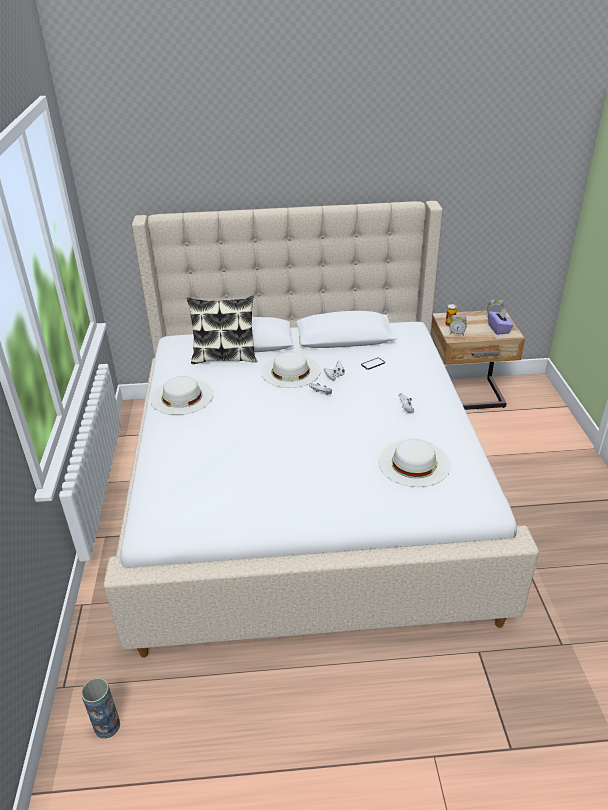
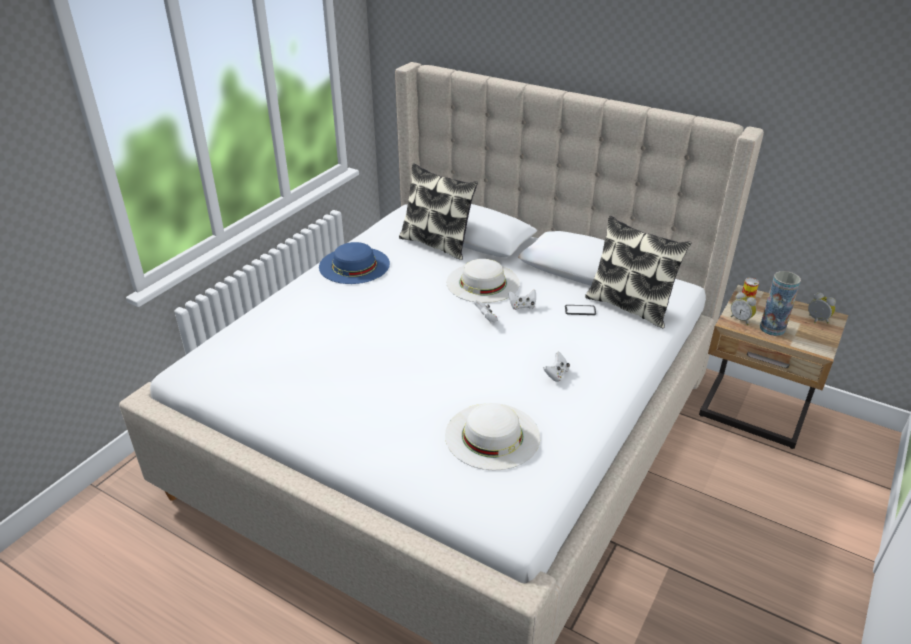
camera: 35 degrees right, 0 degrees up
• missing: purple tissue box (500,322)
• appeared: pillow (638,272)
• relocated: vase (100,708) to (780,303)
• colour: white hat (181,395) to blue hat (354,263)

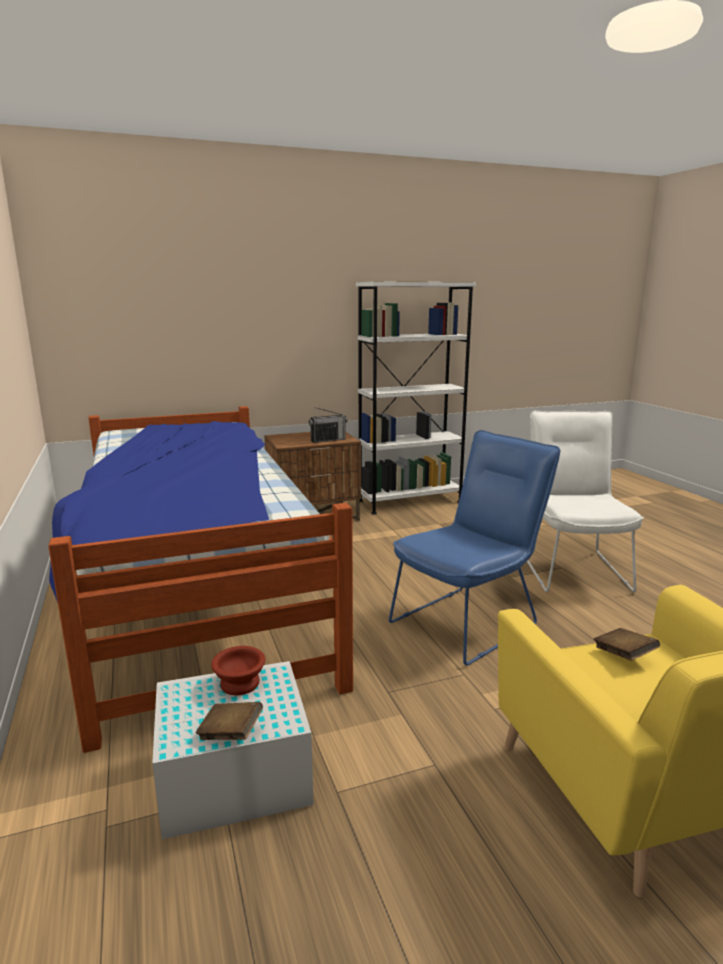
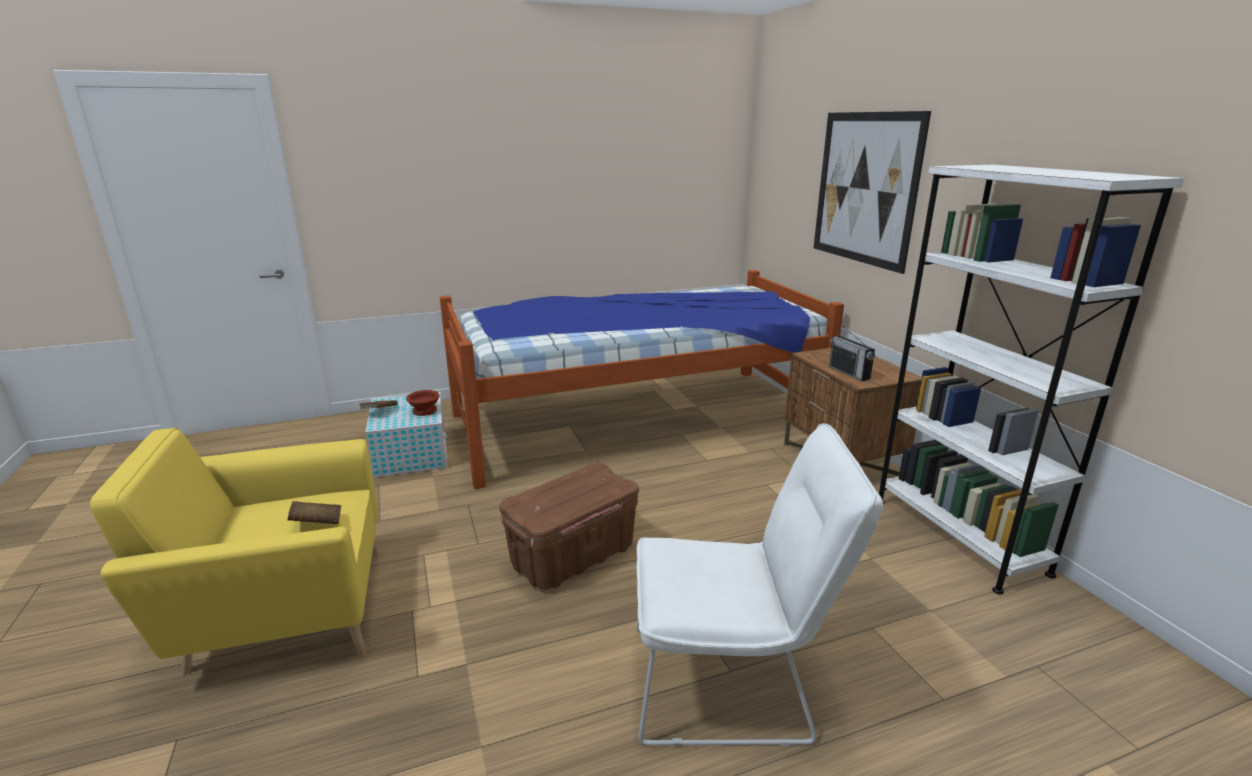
camera: 90 degrees right, 5 degrees up
• appeared: picture (872,192)
• exchanged: blue chair (475,548) to brown storage box (569,526)

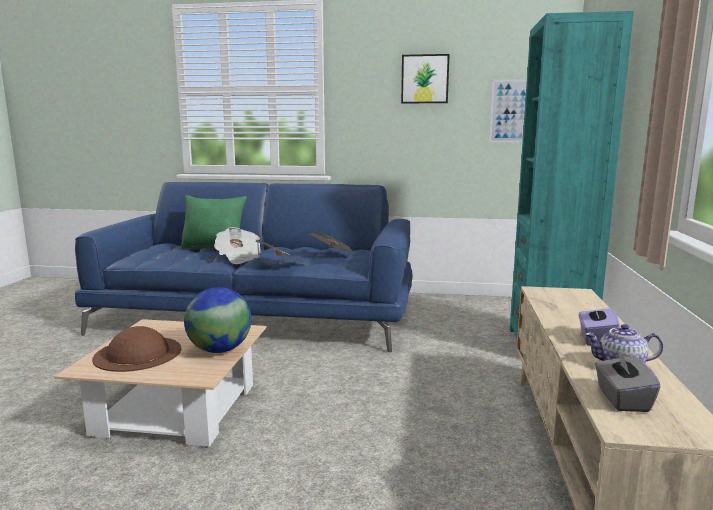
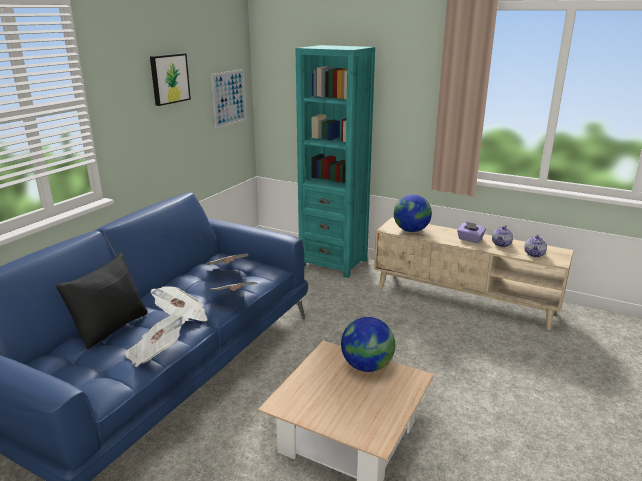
camera: 70 degrees left, 10 degrees up
• missing: brown hat (136,349)
• appeared: newspaper (155,340)
• appeared: globe (413,213)
• exchanged: grey tissue box (628,380) to teapot (535,245)
• colour: green pillow (214,222) to black pillow (102,301)

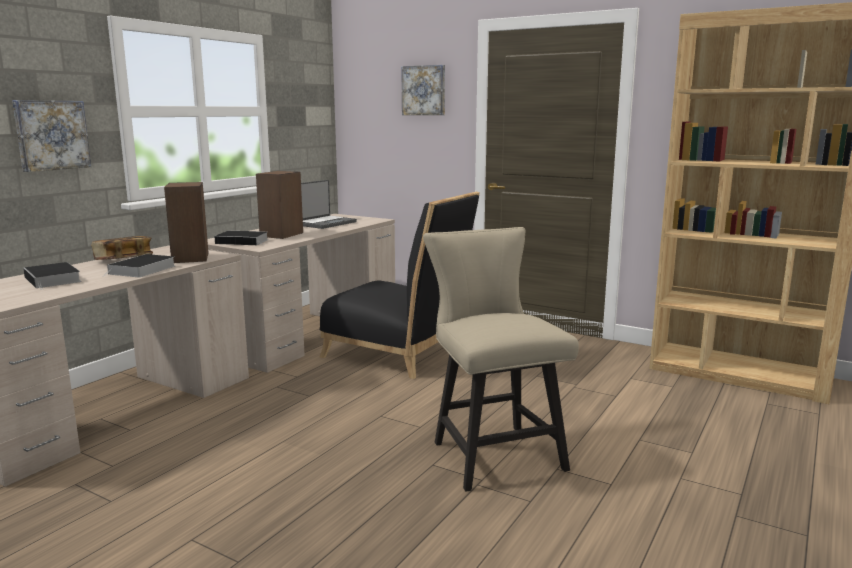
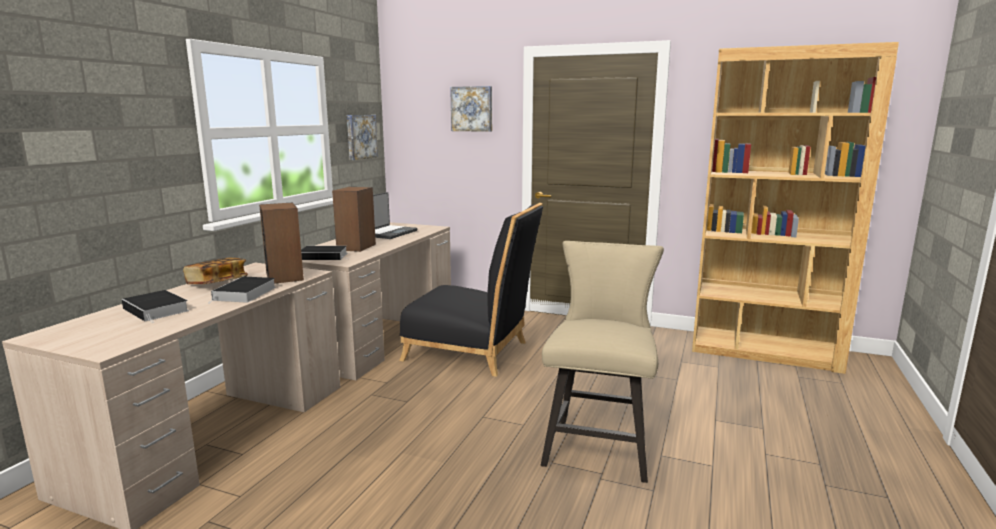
camera: 10 degrees left, 0 degrees up
• relocated: picture (51,136) to (362,137)
• spun: beige chair (501,359) = (602,362) 45 degrees clockwise

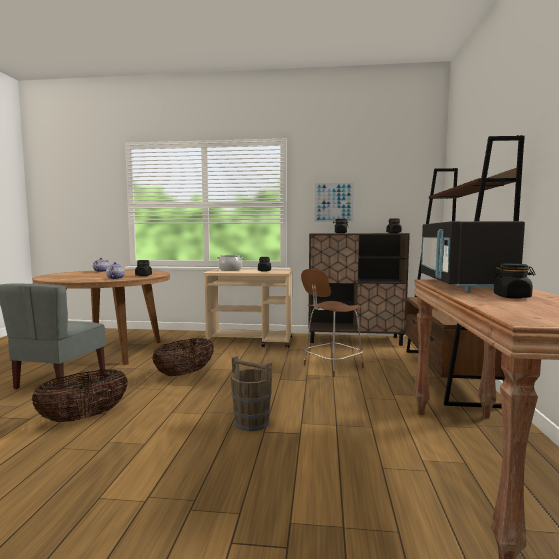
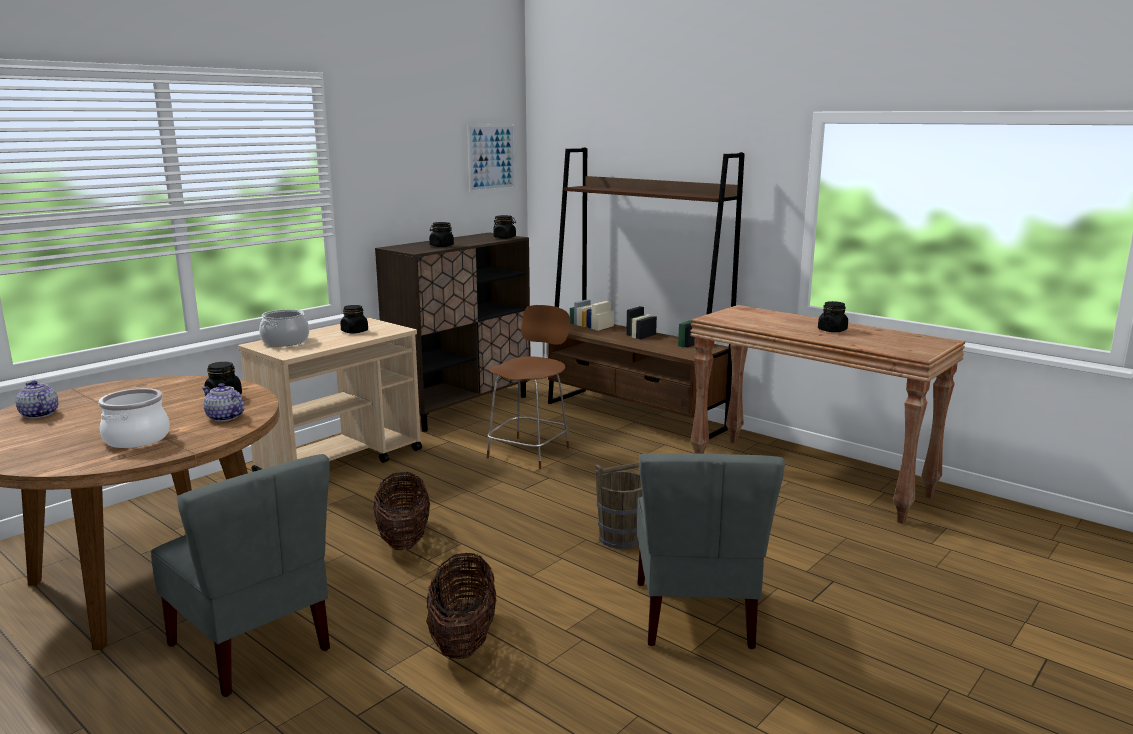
camera: 55 degrees left, 10 degrees up
• missing: black microwave (473,256)
• appeared: cooking pot (134,418)
• appeared: grey chair (711,551)
• relocated: picture (334,202) to (491,158)
• spun: brown chair (332,323) = (528,387) 150 degrees counterclockwise

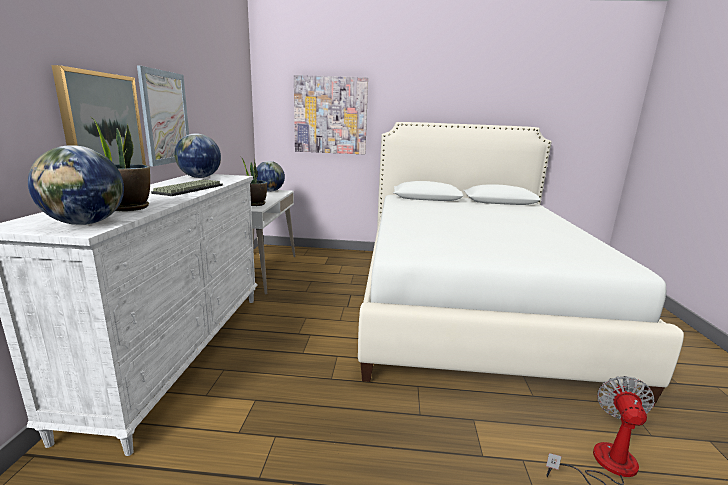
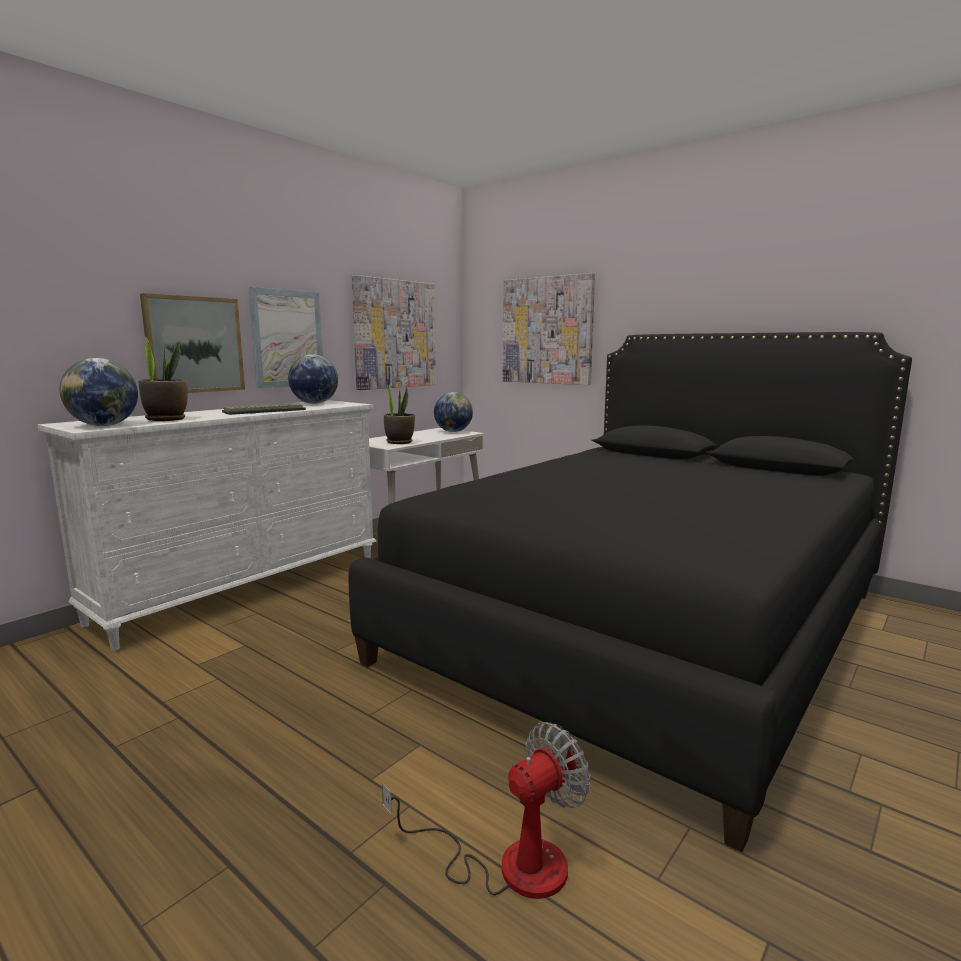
camera: 35 degrees right, 5 degrees down
• appeared: picture (394,332)
• colour: white bed (521,264) to black bed (630,592)

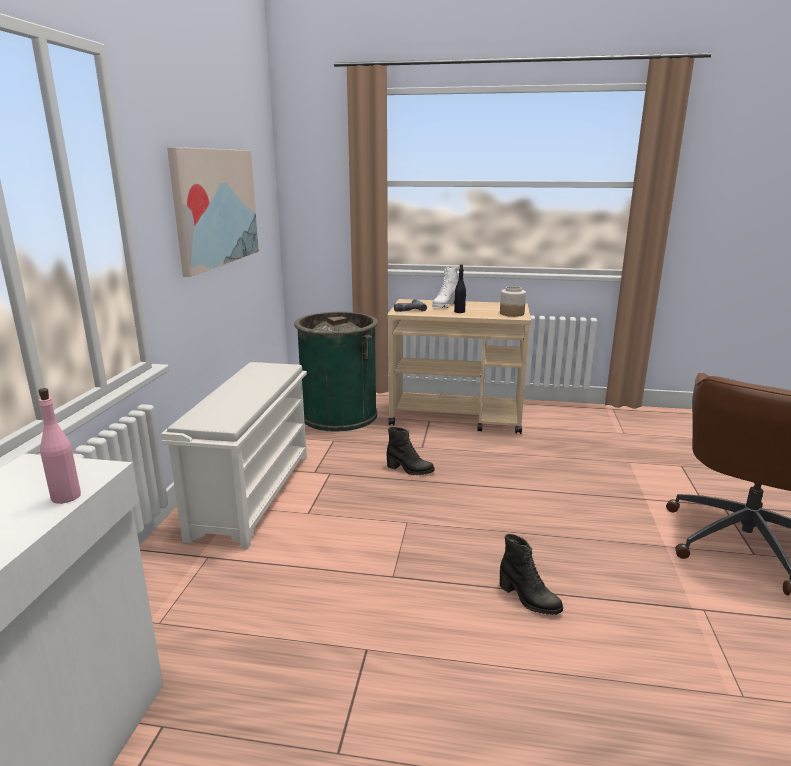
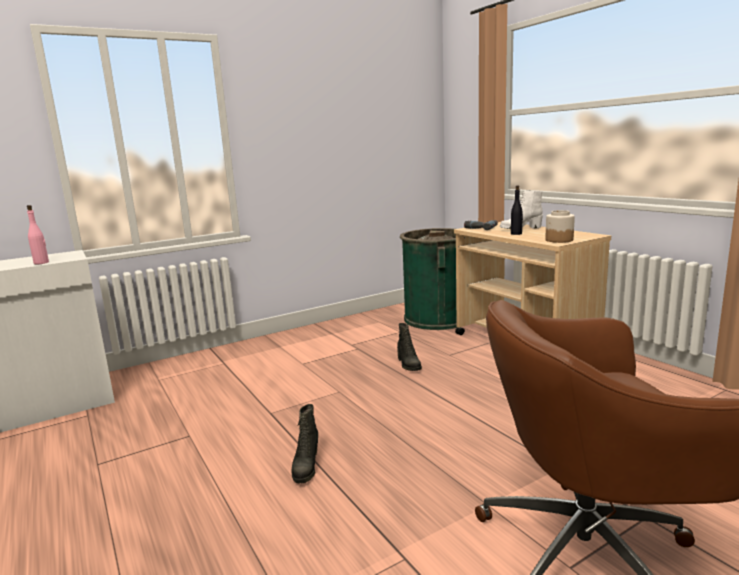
camera: 50 degrees right, 5 degrees down
• missing: white shoe rack (234,456)
• missing: picture (213,212)

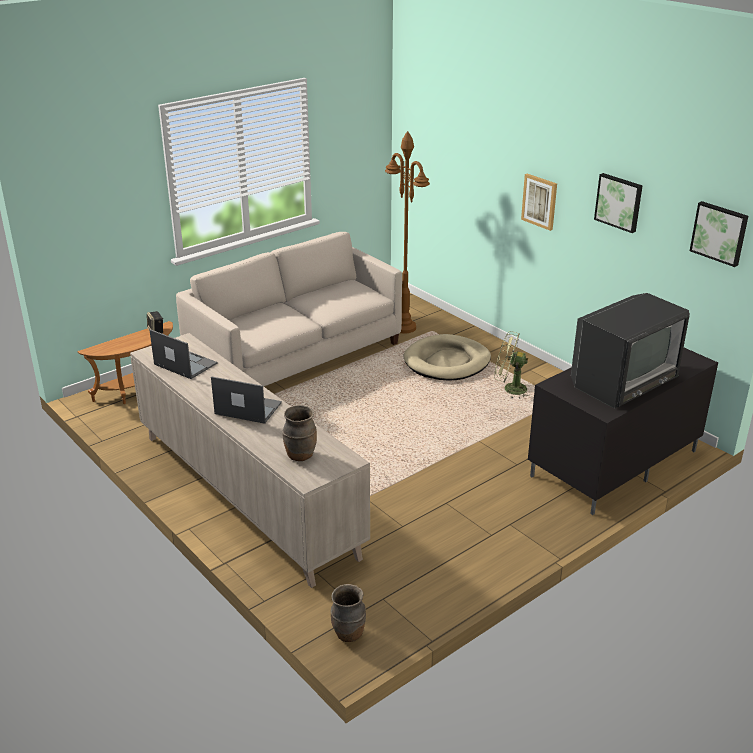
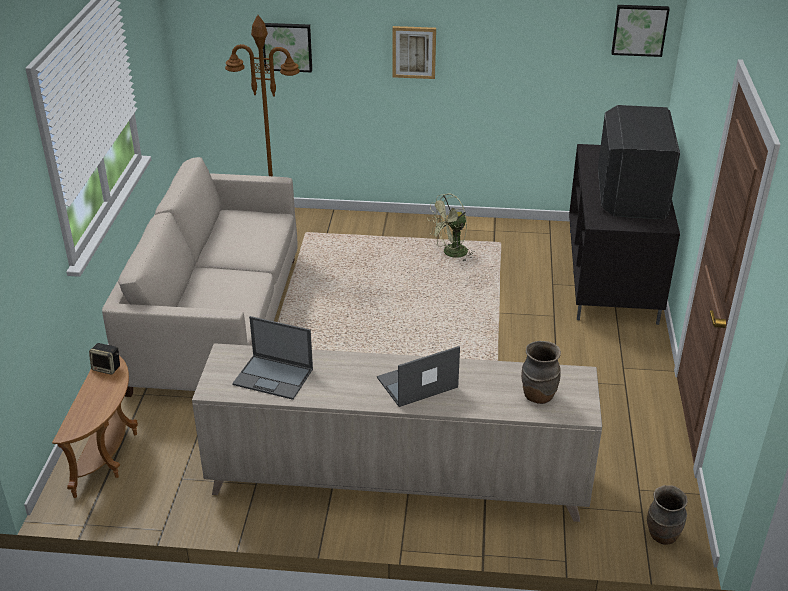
camera: 45 degrees left, 5 degrees up
• missing: beige dog bed (447,357)
• relocated: picture (618,203) to (287,47)
• spun: laptop (183,354) = (272,358) 150 degrees counterclockwise

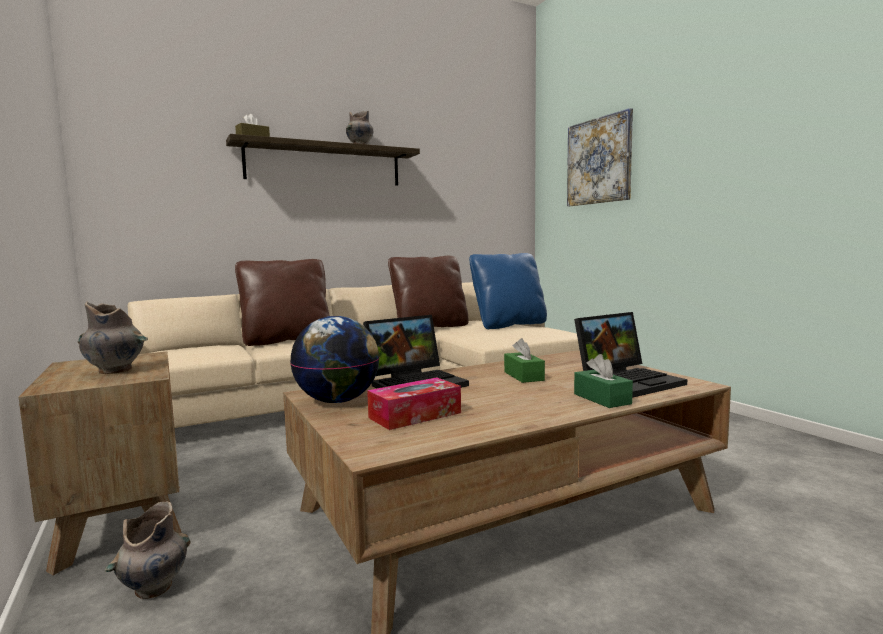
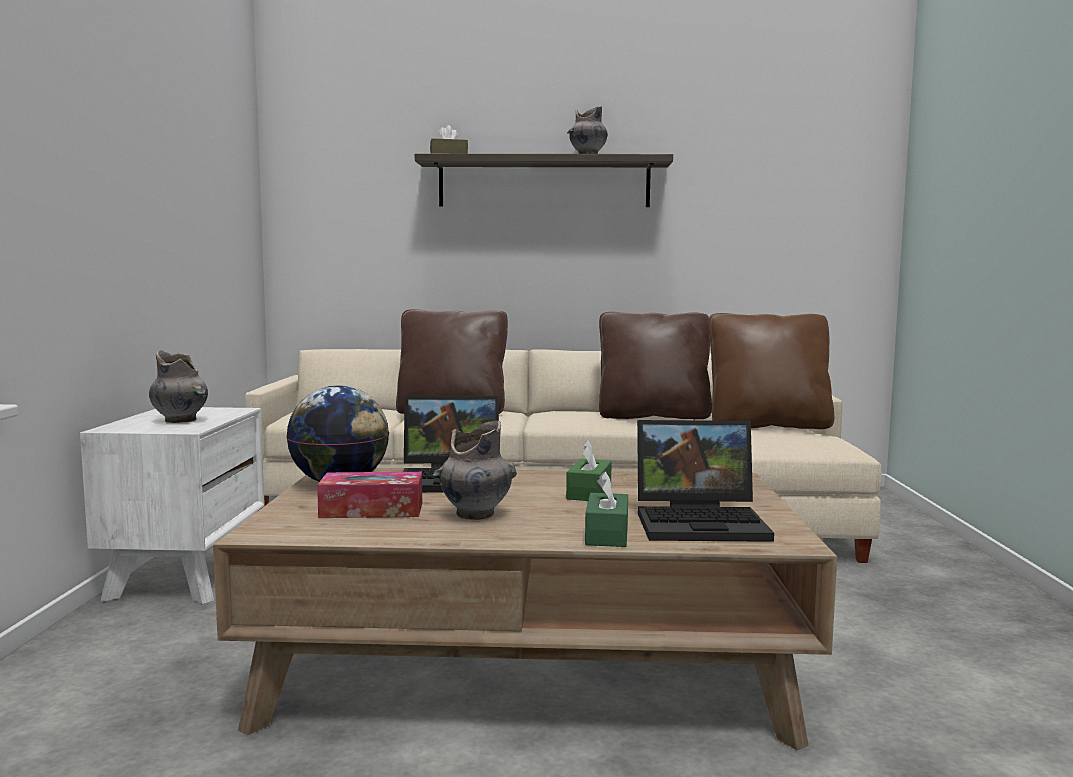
camera: 30 degrees right, 0 degrees up
• missing: picture (600,157)
• relocated: grey vase (148,550) to (474,470)
• colour: brown nightstand (100,463) to white nightstand (172,505)
• colour: blue pillow (508,291) to brown pillow (771,371)

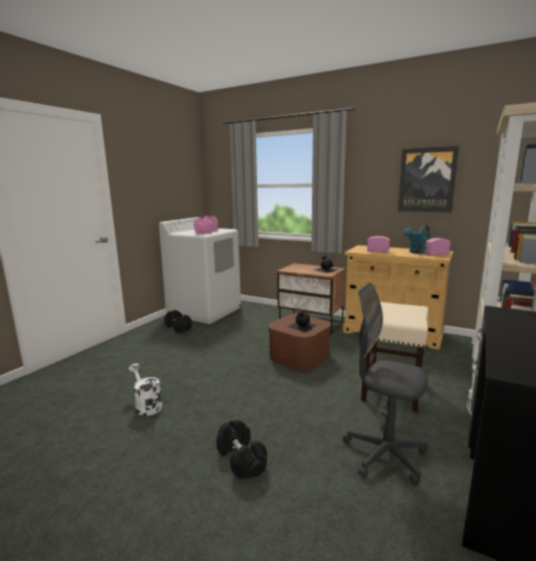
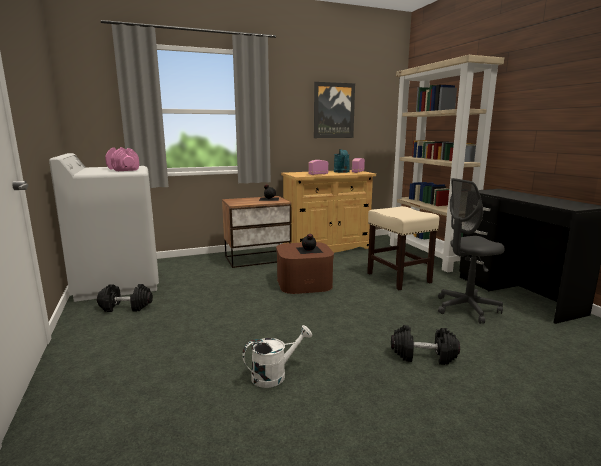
camera: 50 degrees left, 0 degrees up
• spun: white watering can (145,389) = (277,356) 150 degrees clockwise

